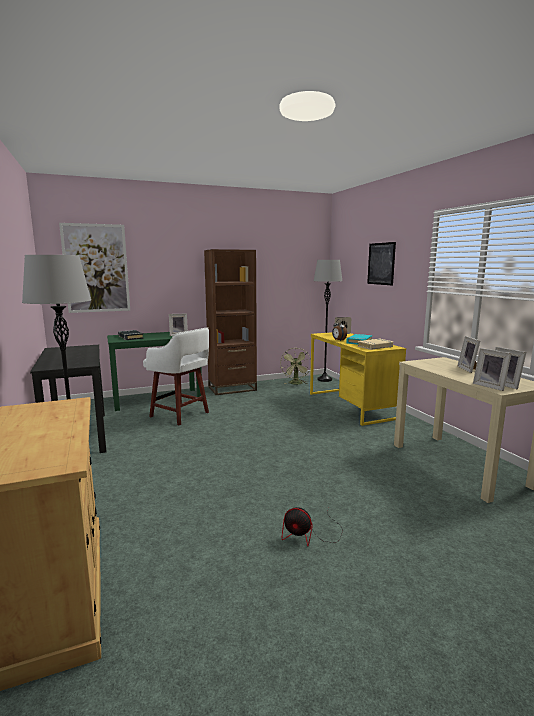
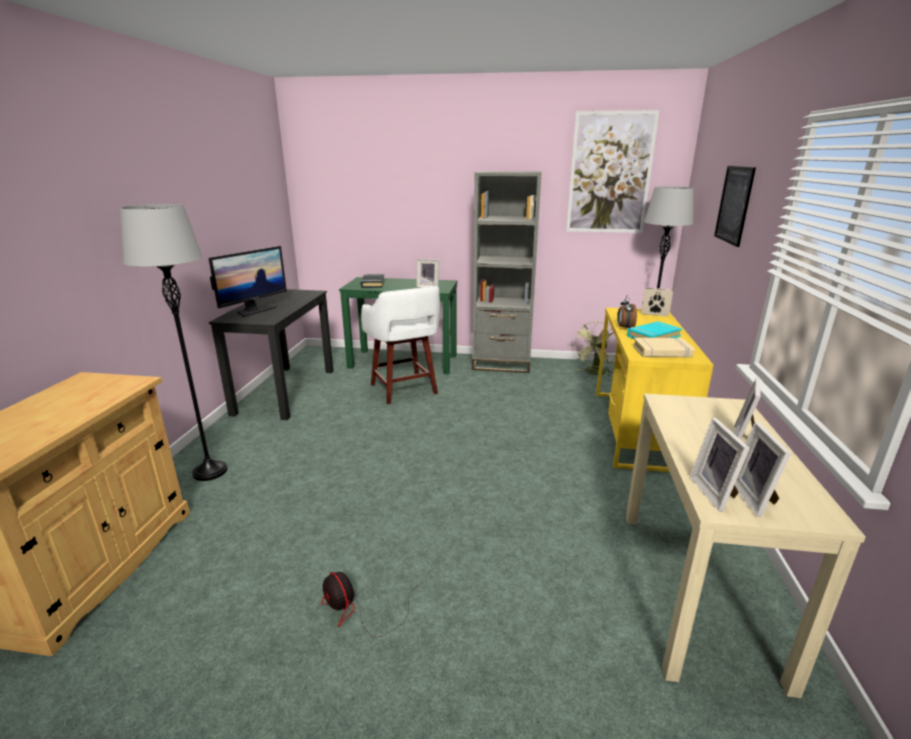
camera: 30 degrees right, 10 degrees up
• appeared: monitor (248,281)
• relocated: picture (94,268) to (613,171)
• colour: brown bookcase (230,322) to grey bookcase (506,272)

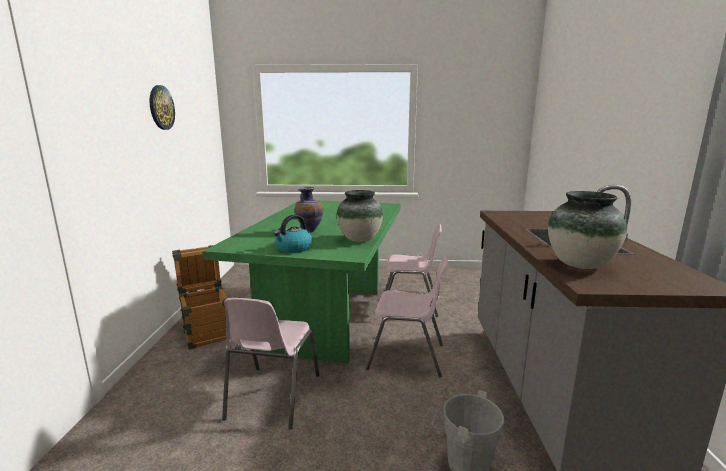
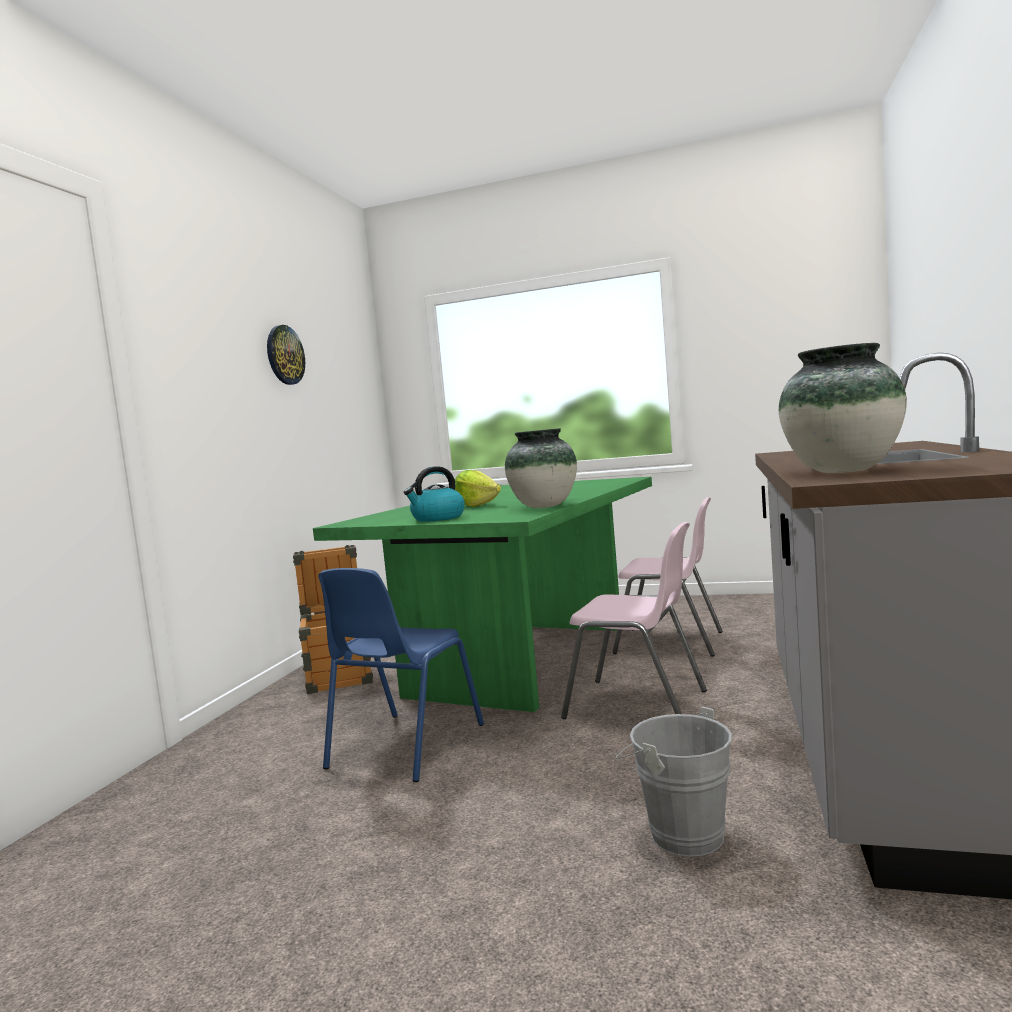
camera: 15 degrees right, 10 degrees down
• exchanged: vase (309,210) to lettuce (478,488)
• colour: pink chair (270,363) to blue chair (401,675)

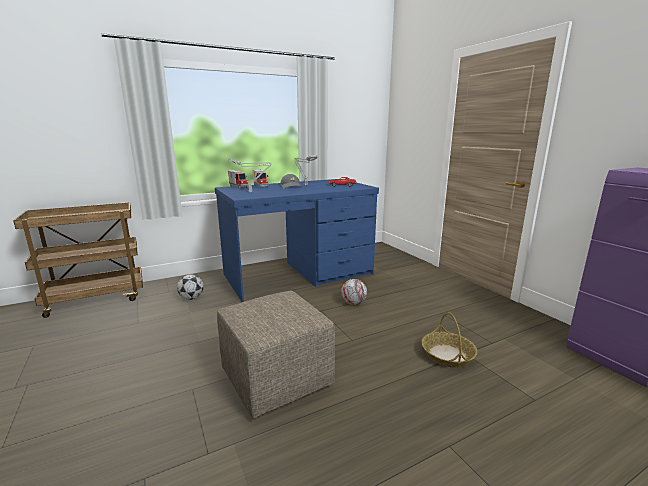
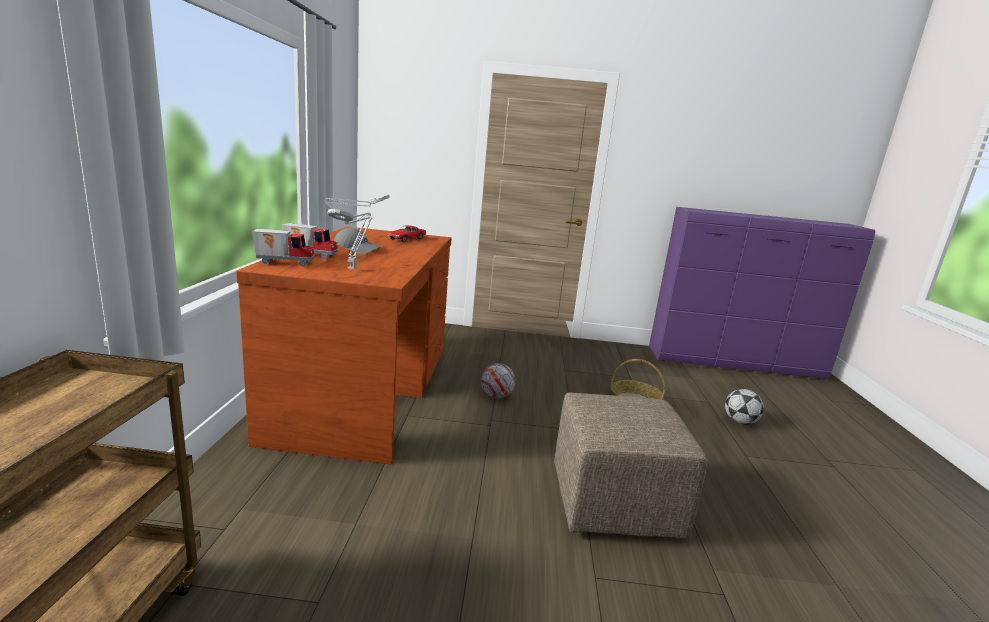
camera: 60 degrees left, 0 degrees up
• relocated: football (190,287) to (744,406)
• colour: blue desk (297,240) to brown desk (344,346)

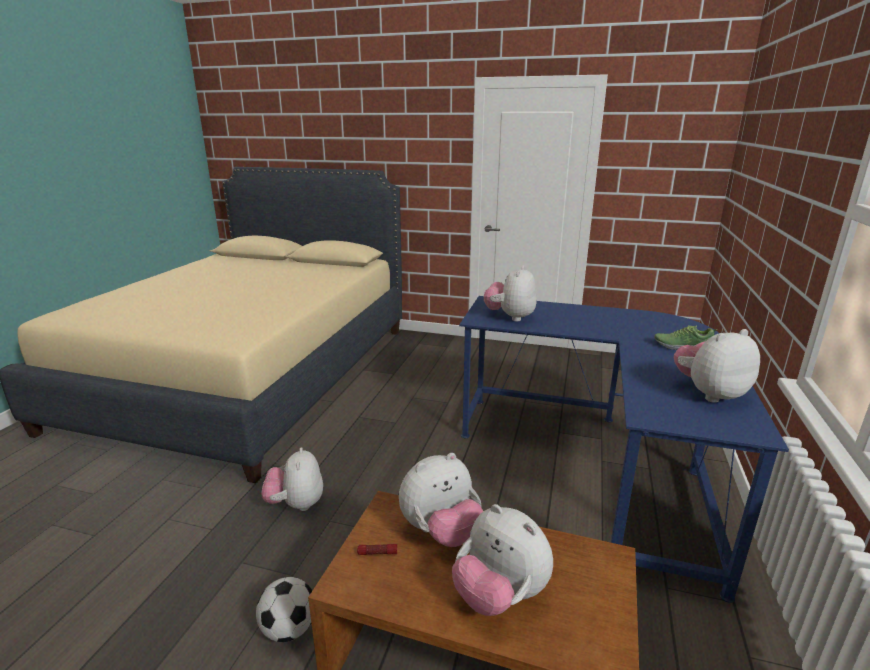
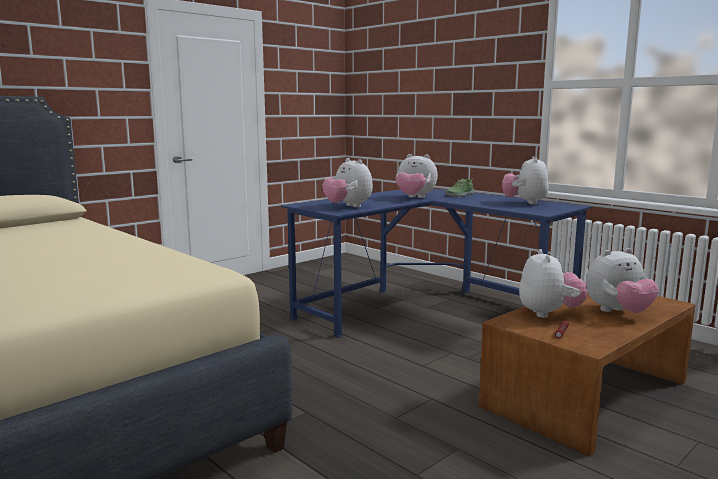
camera: 60 degrees left, 10 degrees down
• missing: football (284,609)
• relocated: plush toy (292,479) to (417,176)

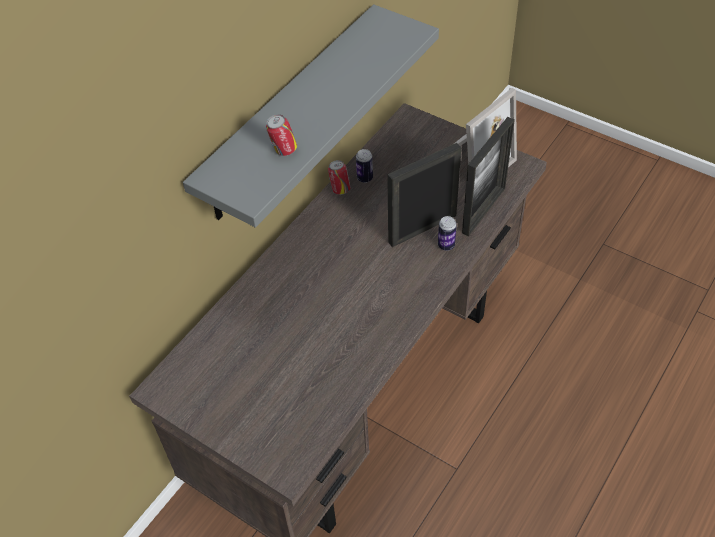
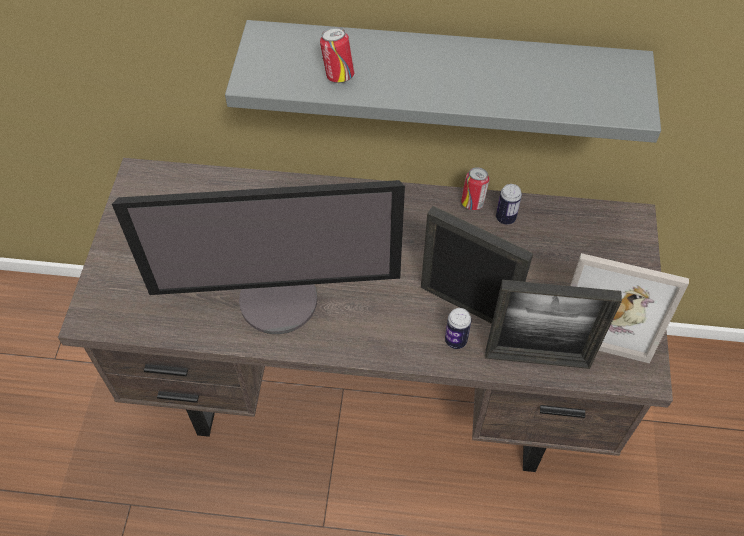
camera: 60 degrees right, 5 degrees up
• appeared: monitor (258,257)

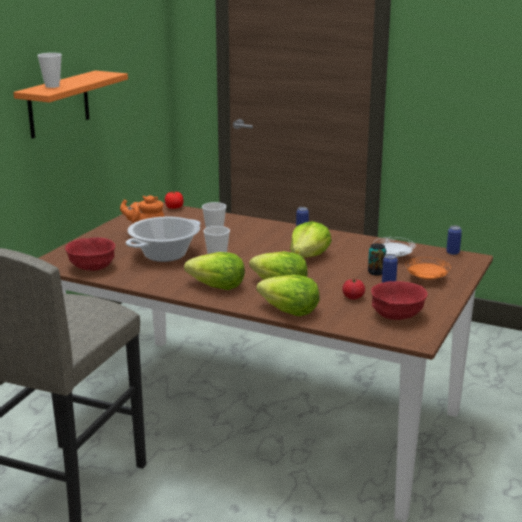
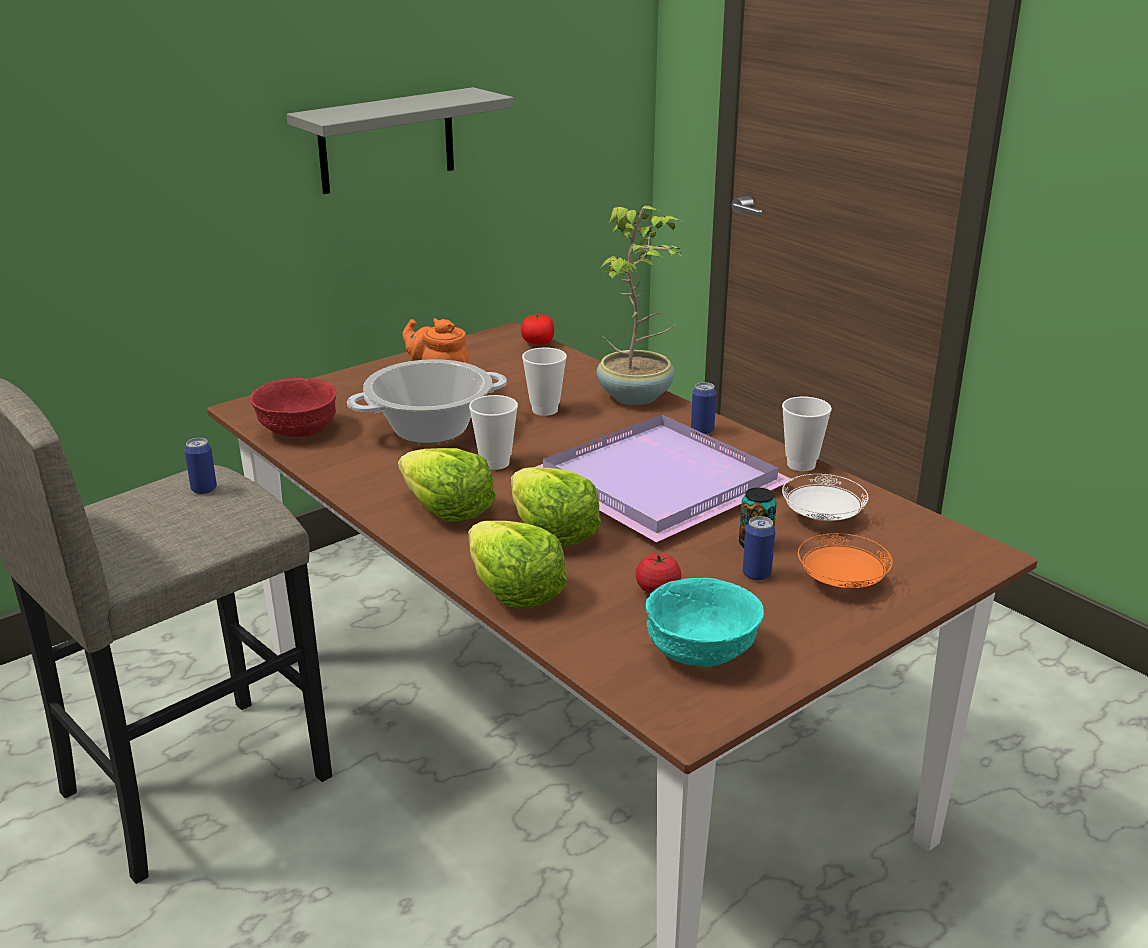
camera: 25 degrees right, 5 degrees up
• appeared: potted plant (640,305)
• relocated: cup (49,70) to (807,434)
• relocated: can (454,240) to (200,466)
• exchanged: lettuce (311,239) to purple tray (664,478)
• colour: orange shelf (70,104) to grey shelf (400,140)
• colour: red bowl (399,300) to turquoise bowl (705,622)

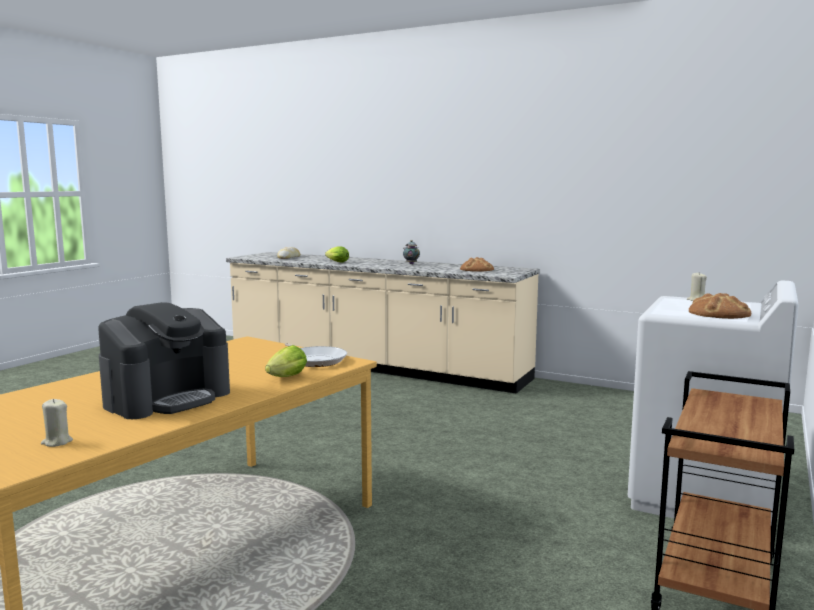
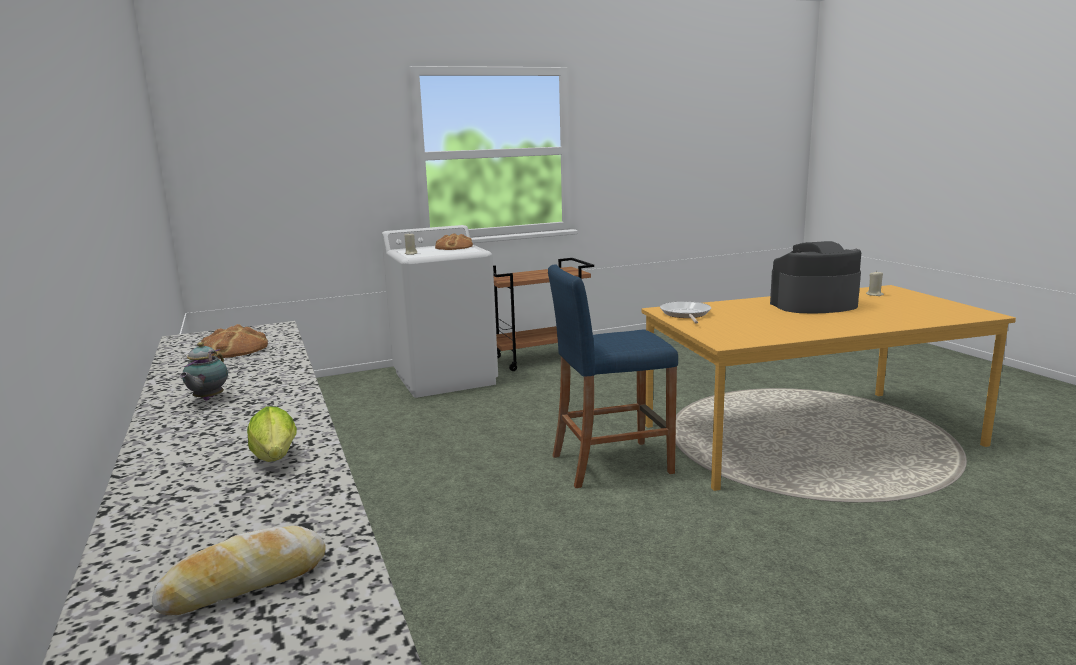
camera: 140 degrees left, 5 degrees up
• missing: lettuce (286,361)
• appeared: blue stool (613,376)

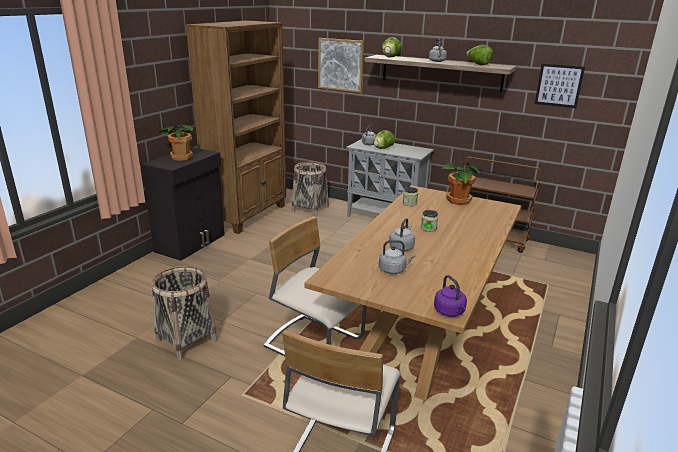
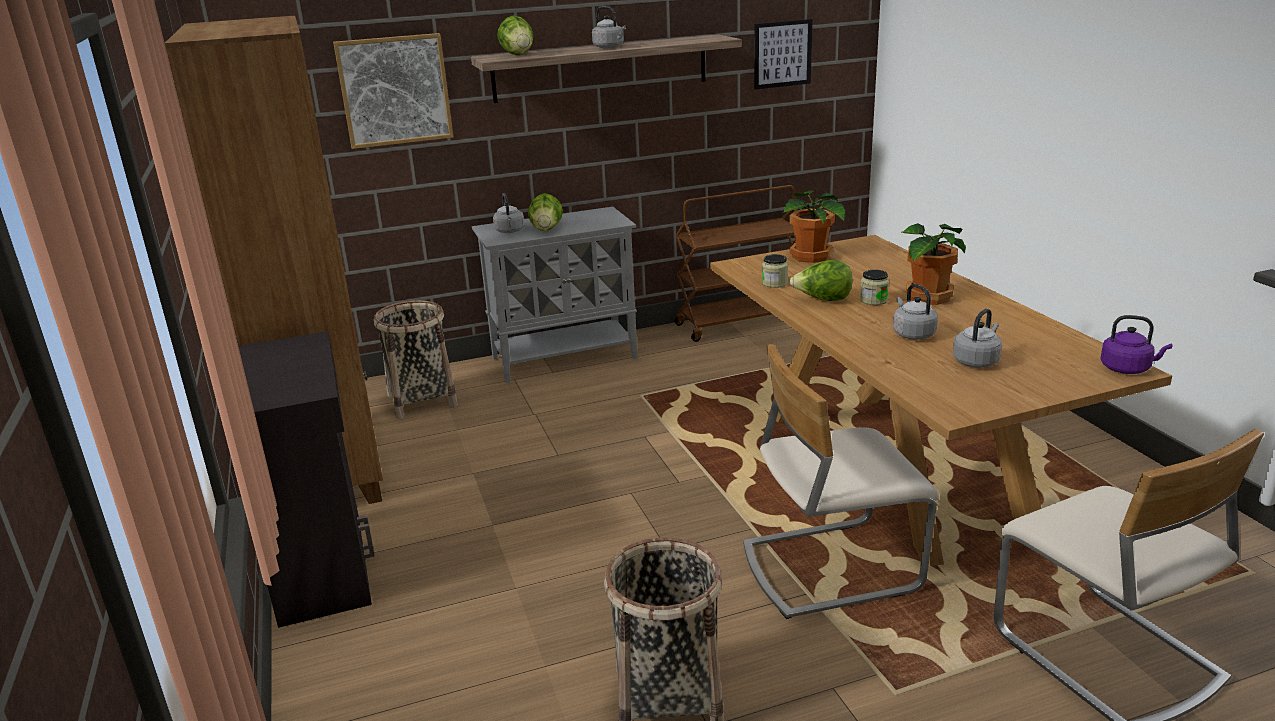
camera: 45 degrees left, 0 degrees up
• relocated: potted plant (176,142) to (934,264)
• relocated: lettuce (479,55) to (821,280)

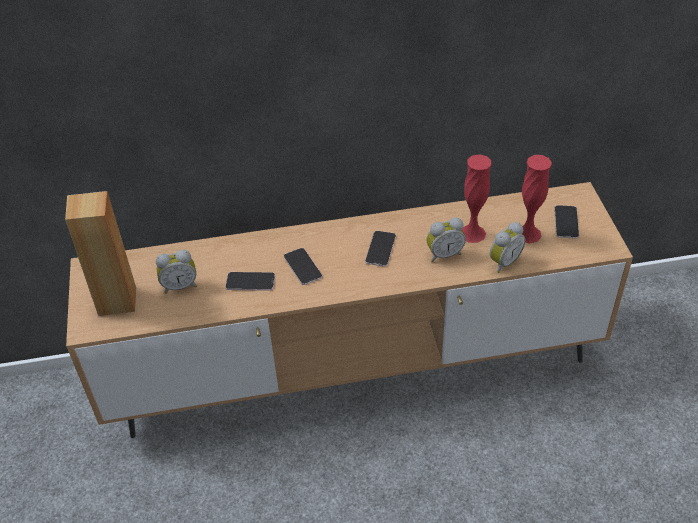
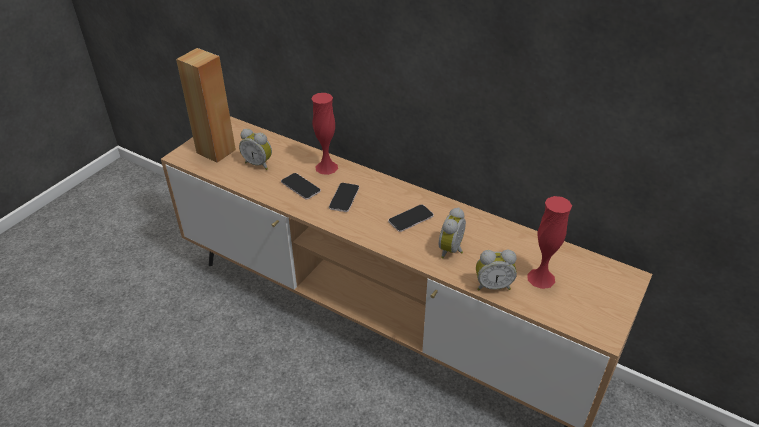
camera: 40 degrees right, 5 degrees down
• missing: phone (566,222)
• relocated: red vase (476,198) to (324,134)
• spun: alarm clock (446,239) = (452,233) 90 degrees clockwise

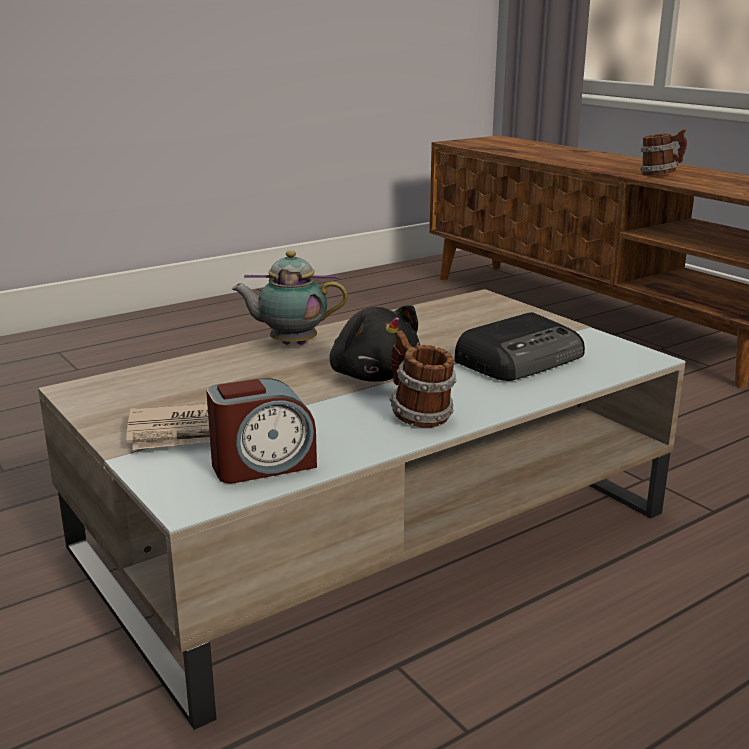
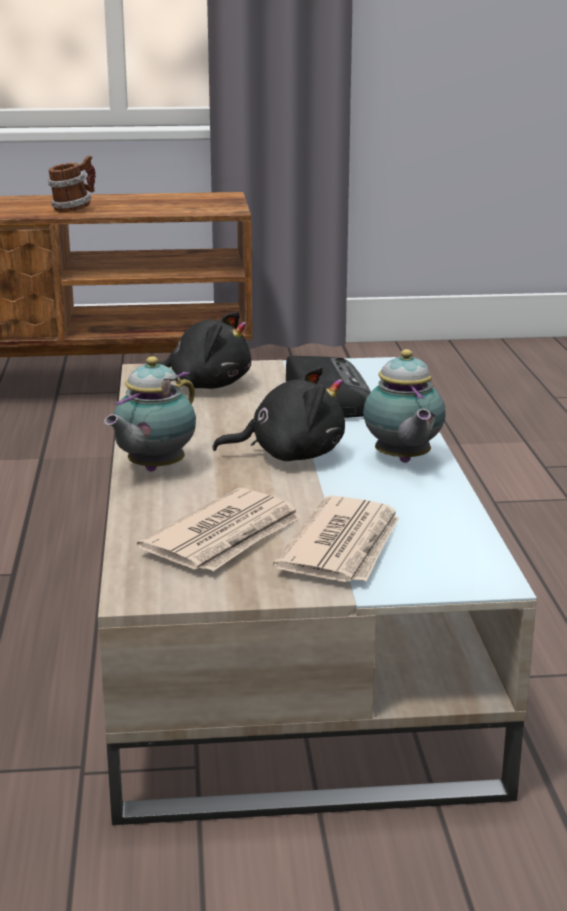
camera: 60 degrees left, 0 degrees up
• missing: alarm clock (261,430)
• appeared: newspaper (219,529)
• appeared: black plush toy (198,350)
• exchanged: mug (423,378) to teapot (404,406)

